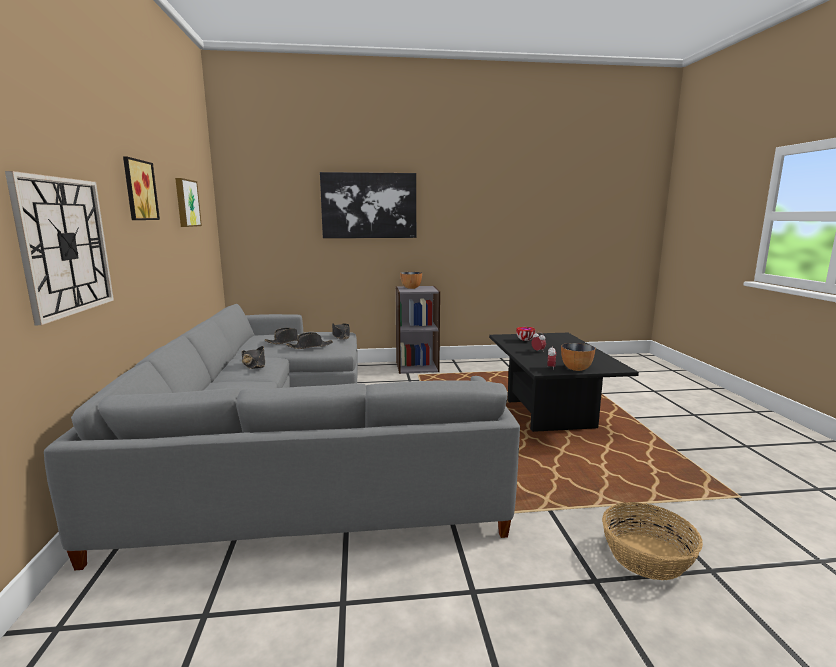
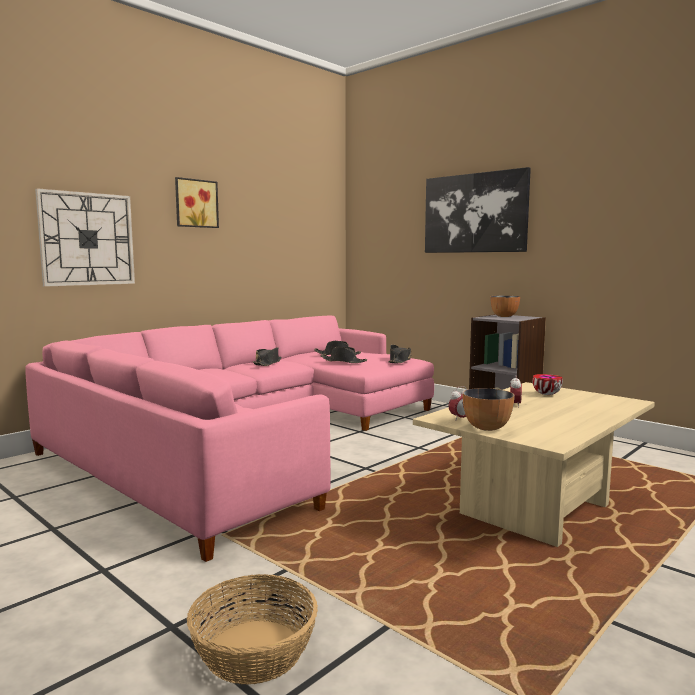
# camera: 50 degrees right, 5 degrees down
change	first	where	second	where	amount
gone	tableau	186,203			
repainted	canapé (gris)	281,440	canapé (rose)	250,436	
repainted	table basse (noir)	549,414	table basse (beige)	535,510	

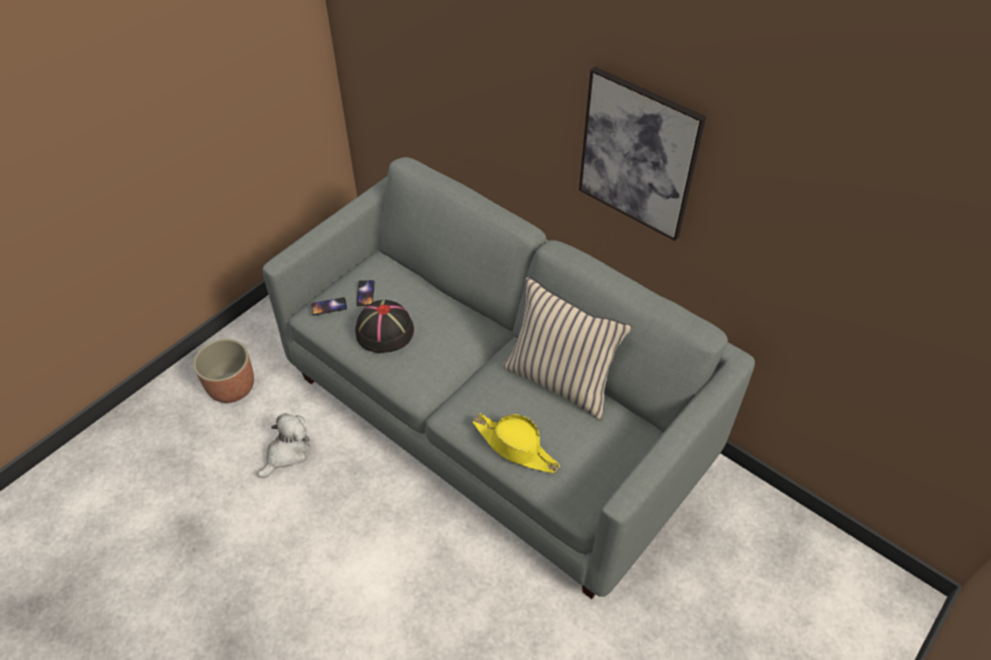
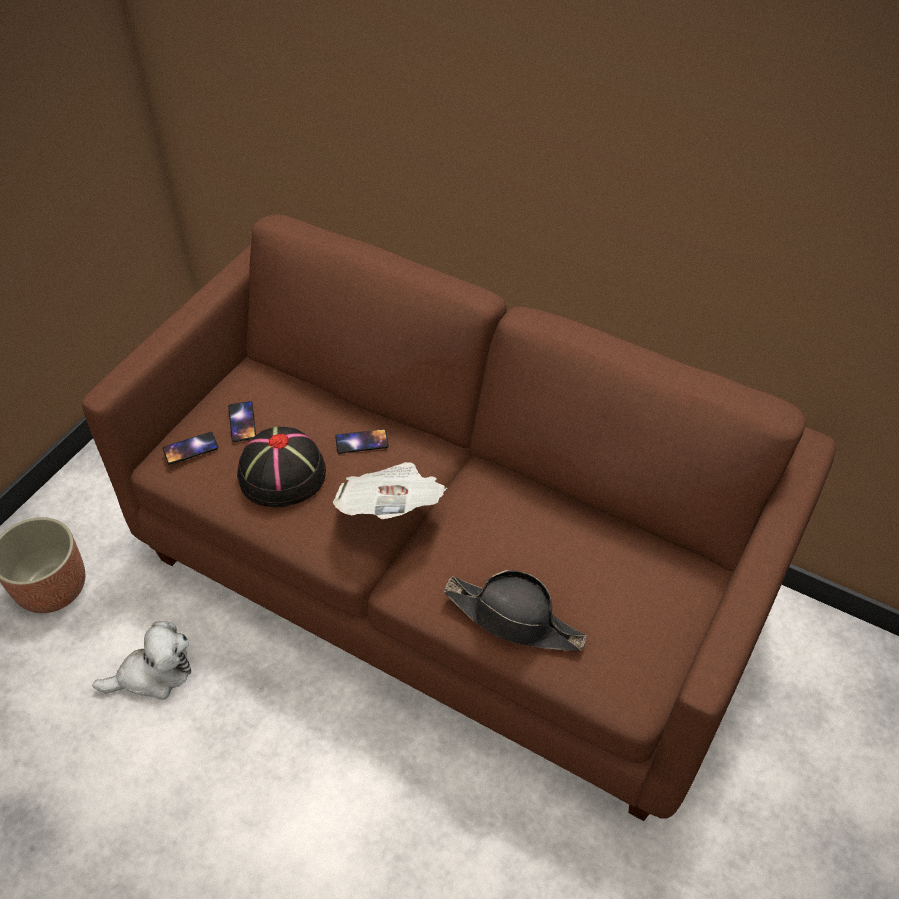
# camera: 10 degrees left, 0 degrees up
change	first	where	second	where	amount
gone	coussin (beige)	560,381			
gone	tableau	638,155			
new			journal	392,508	
new			téléphone	361,441	
repainted	canapé (gris)	497,418	canapé (marron)	451,575	
repainted	chapeau (jaune)	516,447	chapeau (noir)	514,619	
rotated	peluche	287,453		153,674	45 degrees clockwise

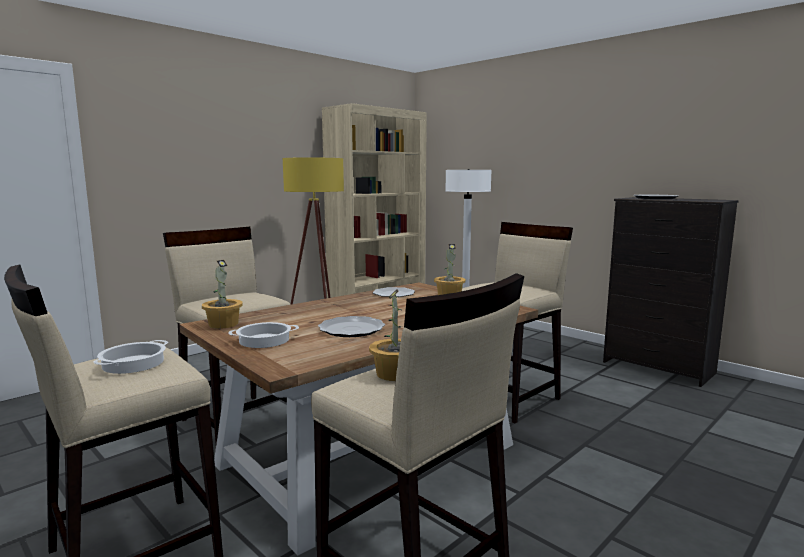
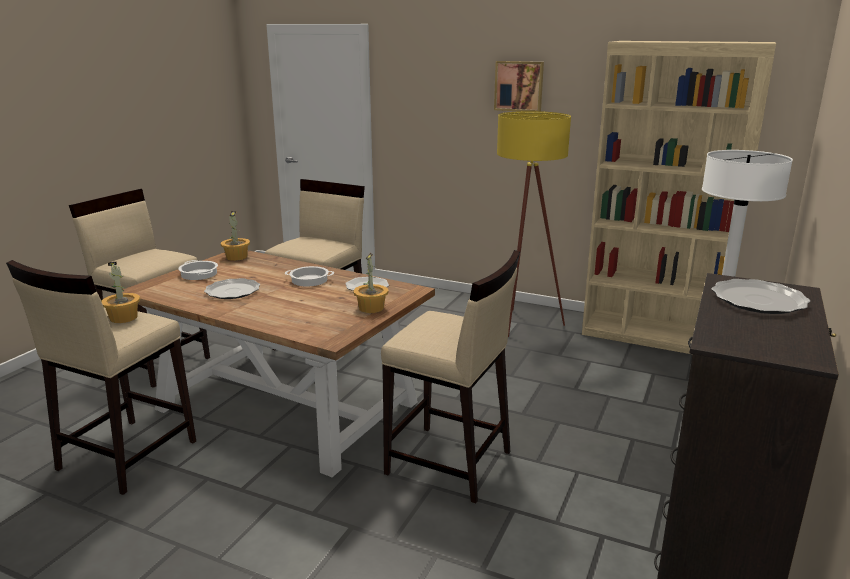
# camera: 70 degrees right, 10 degrees up
change	first	where	second	where	amount
new			tableau	519,86	
shifted	marmite	133,364		309,280	

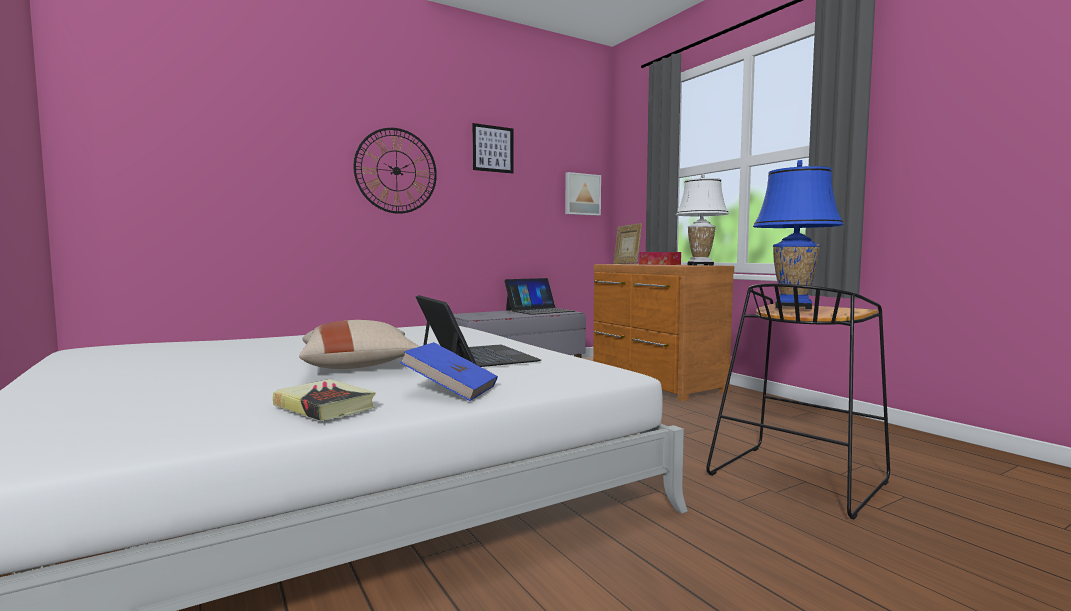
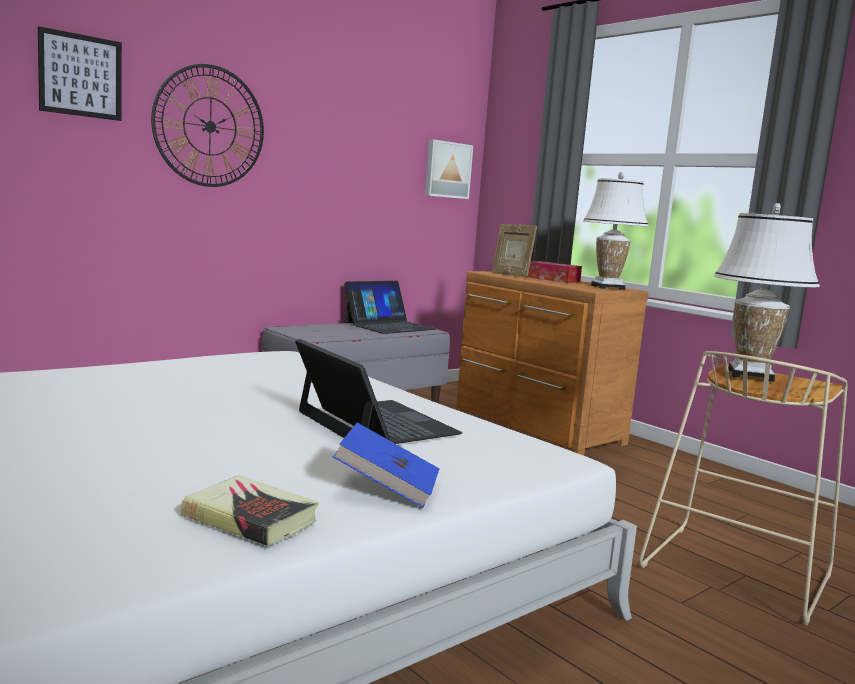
# camera: 10 degrees left, 5 degrees up
change	first	where	second	where	amount
gone	coussin (beige)	359,365			
shifted	tableau	493,149		80,75	
repainted	tabouret (noir)	796,477	tabouret (beige)	735,569	
repainted	lampe de table (bleu)	793,307	lampe de table (blanc)	750,375	

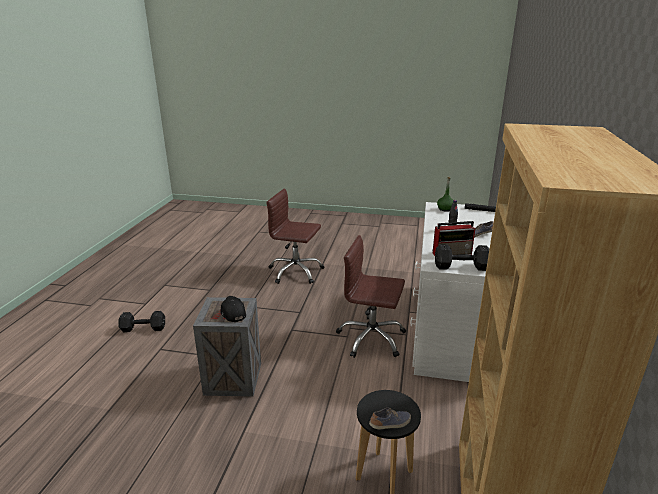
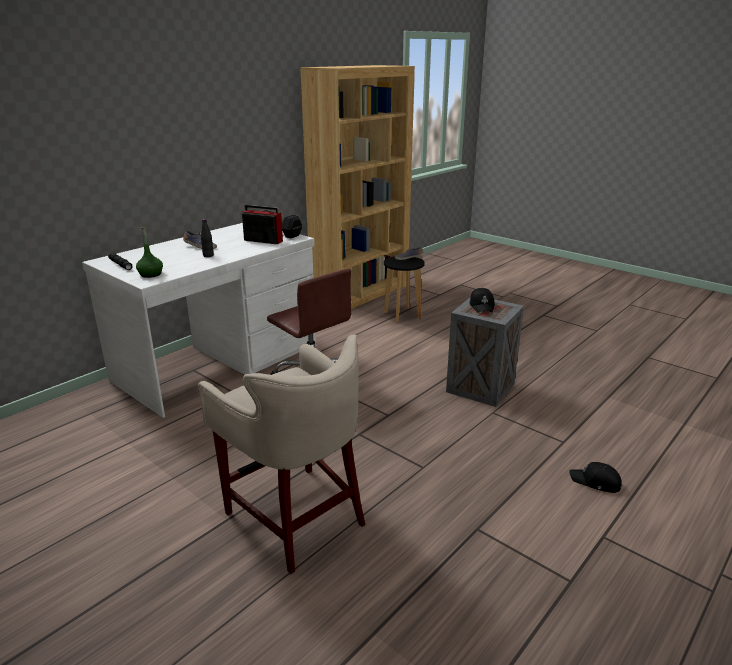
# camera: 150 degrees left, 0 degrees up
change	first	where	second	where	amount
swapped	haltère (noir)	142,328	casquette (noir)	595,482	
swapped	chaise de bureau (marron)	295,272	tabouret (beige)	296,516	

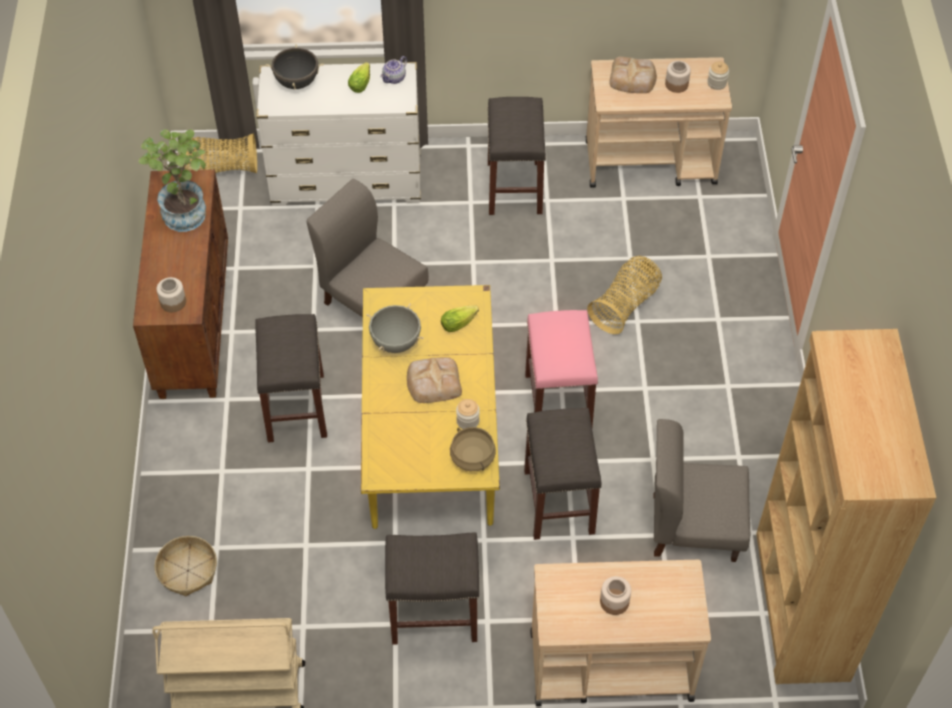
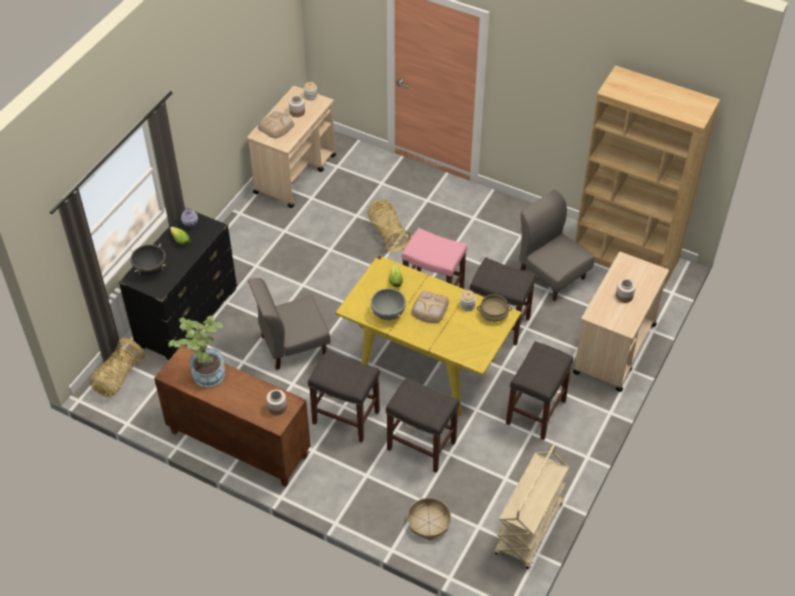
# camera: 60 degrees left, 5 degrees down
change	first	where	second	where	amount
shifted	tabouret (gris)	514,187		420,445	
repainted	commode (blanc)	347,181	commode (noir)	187,317	
rotated	chaise (gris)	693,526		551,275	105 degrees clockwise

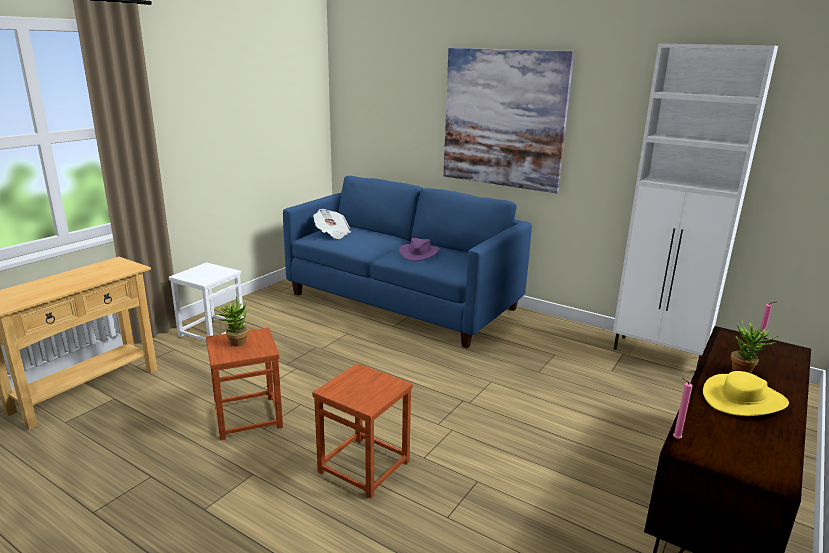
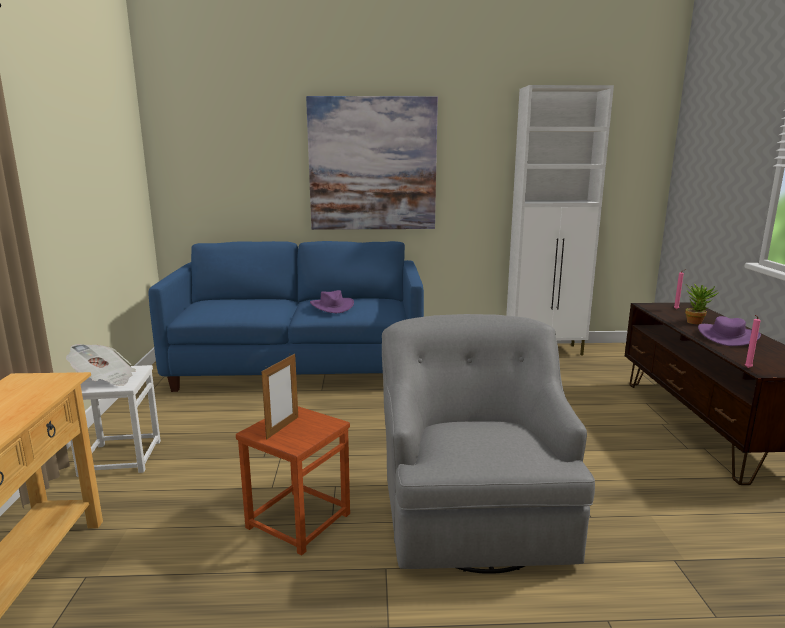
# camera: 35 degrees left, 5 degrees down
change	first	where	second	where	amount
shifted	journal	332,233		104,379	
swapped	plante en pot	235,342	cadre photo	282,427	
swapped	tabouret (marron)	364,466	fauteuil (gris)	474,511	
repainted	chapeau (jaune)	744,399	chapeau (violet)	727,336	

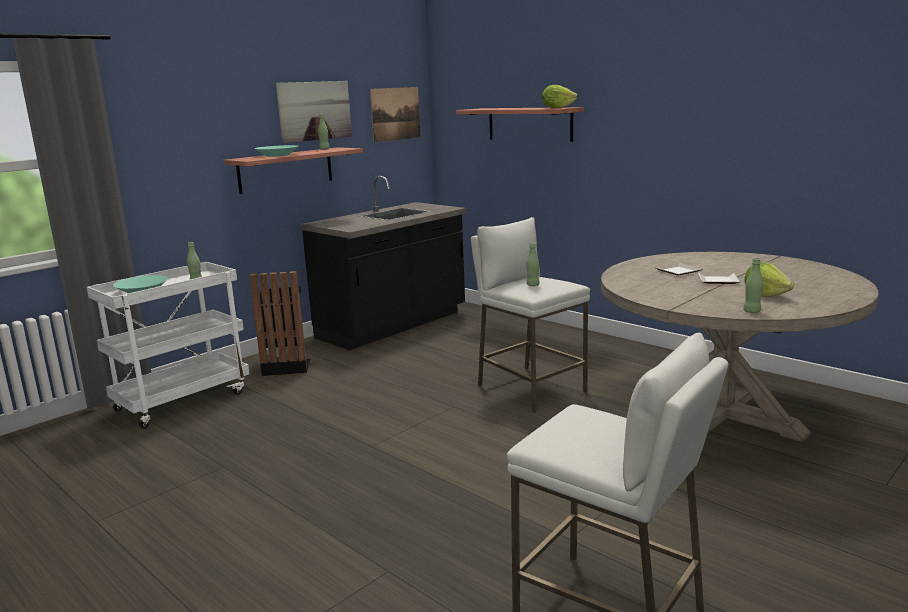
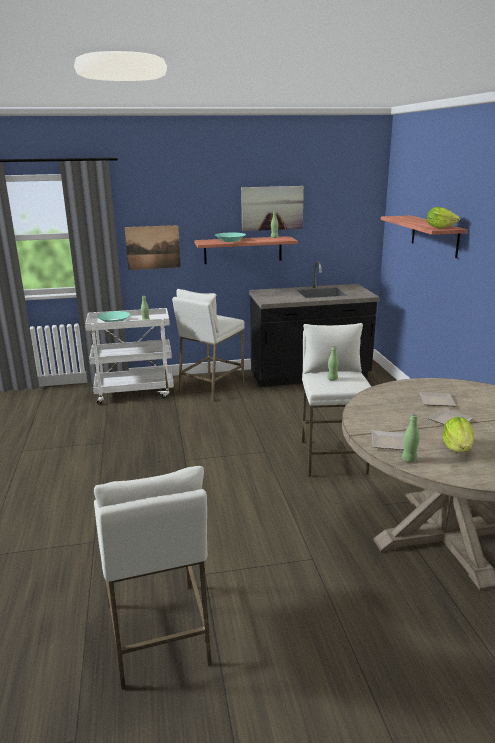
# camera: 35 degrees right, 5 degrees up
change	first	where	second	where	amount
new			assiette	388,443	
shifted	tableau	395,114		153,247	
swapped	poubelle (noir)	286,366	tabouret (blanc)	211,387	

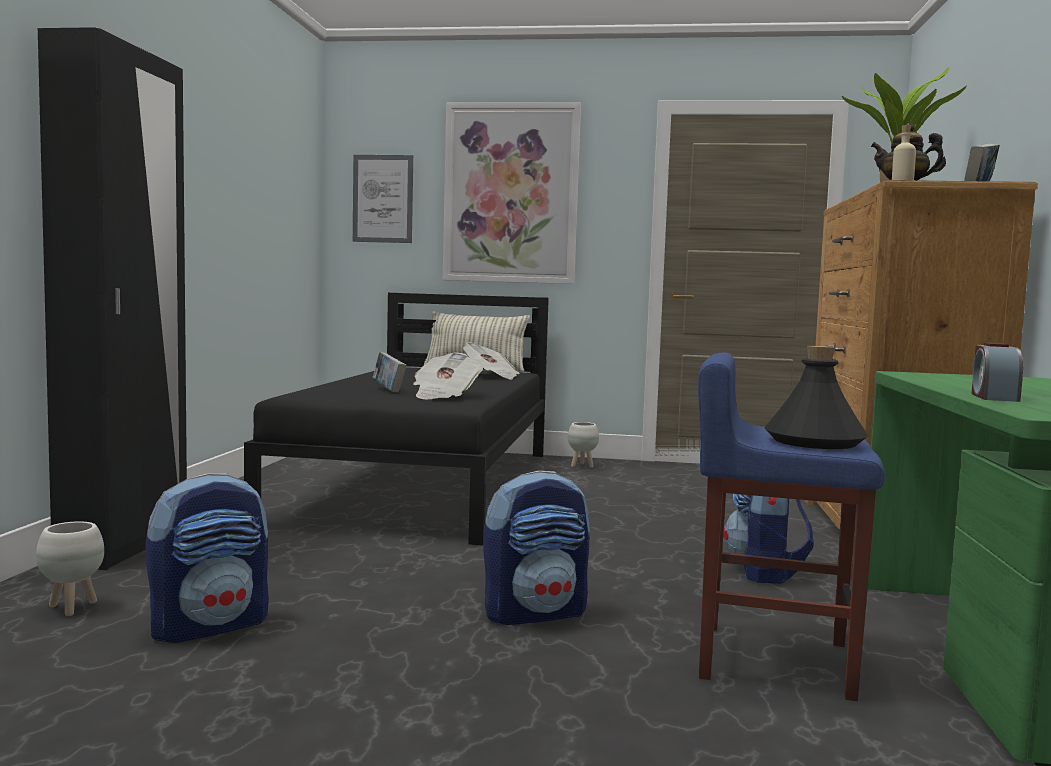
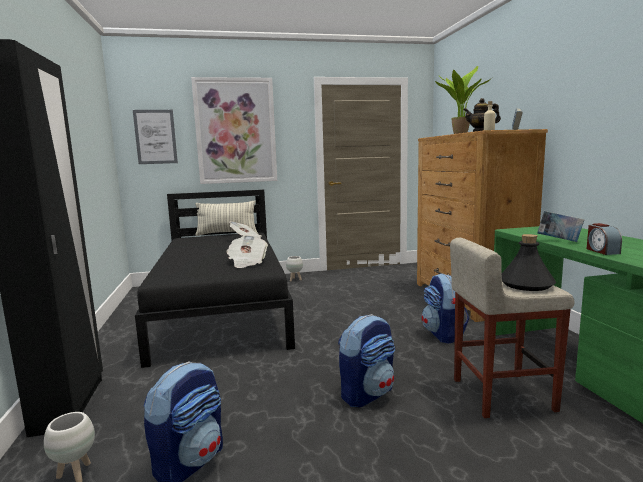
# camera: 20 degrees left, 5 degrees up
change	first	where	second	where	amount
shifted	livre	388,390		559,241	
repainted	tabouret (bleu)	771,659	tabouret (beige)	501,394	

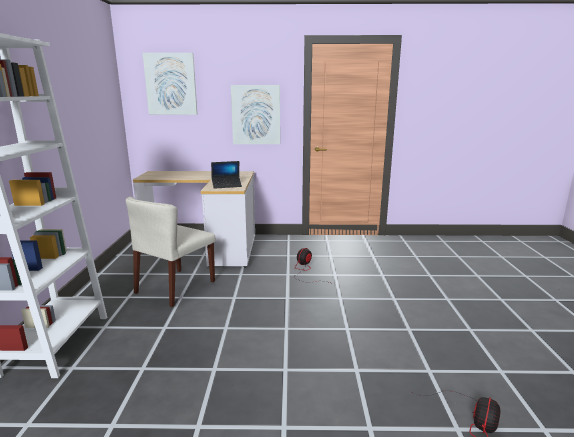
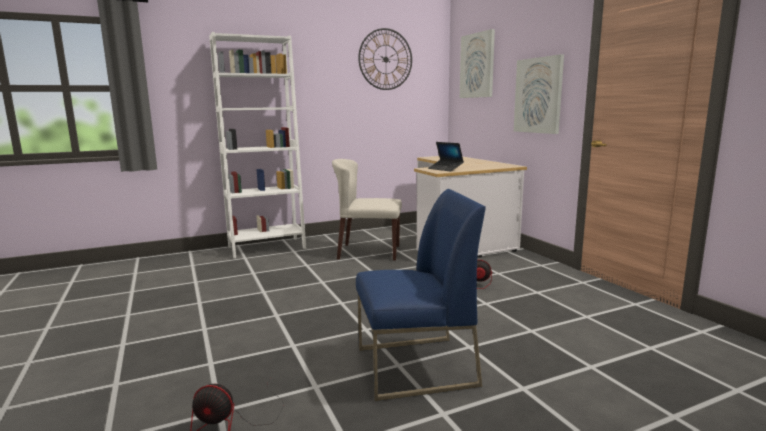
# camera: 65 degrees right, 5 degrees down
change	first	where	second	where	amount
new			chaise (bleu)	415,367	
new			horloge murale	385,59	

